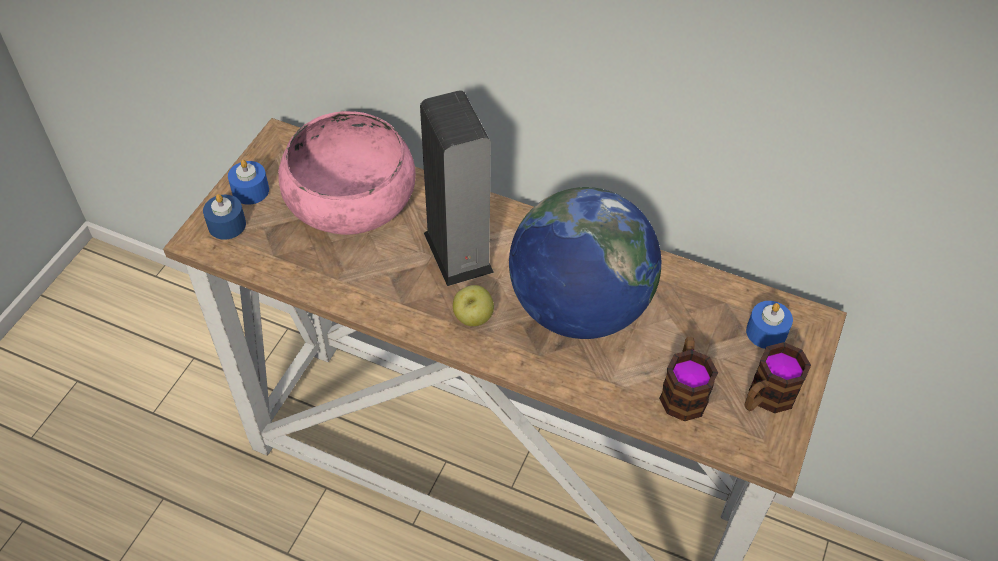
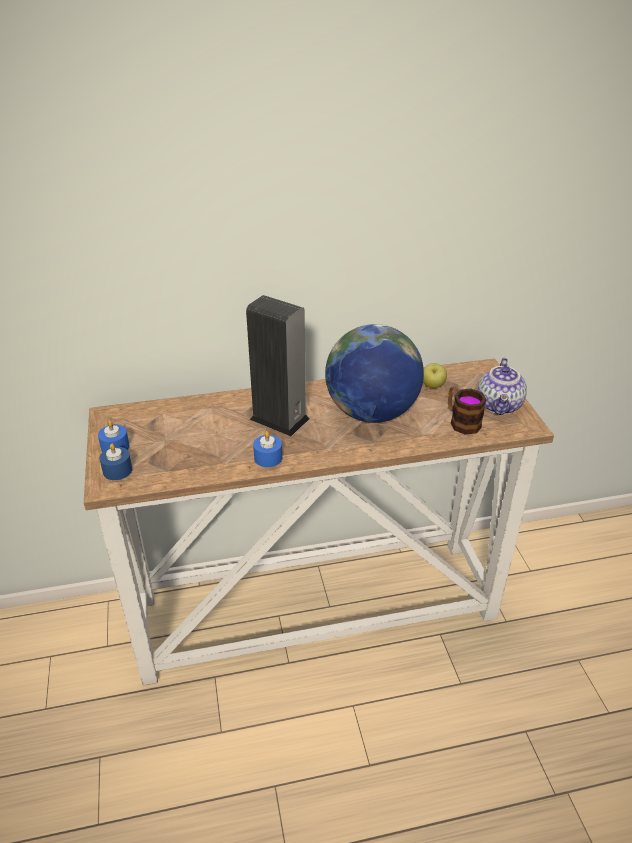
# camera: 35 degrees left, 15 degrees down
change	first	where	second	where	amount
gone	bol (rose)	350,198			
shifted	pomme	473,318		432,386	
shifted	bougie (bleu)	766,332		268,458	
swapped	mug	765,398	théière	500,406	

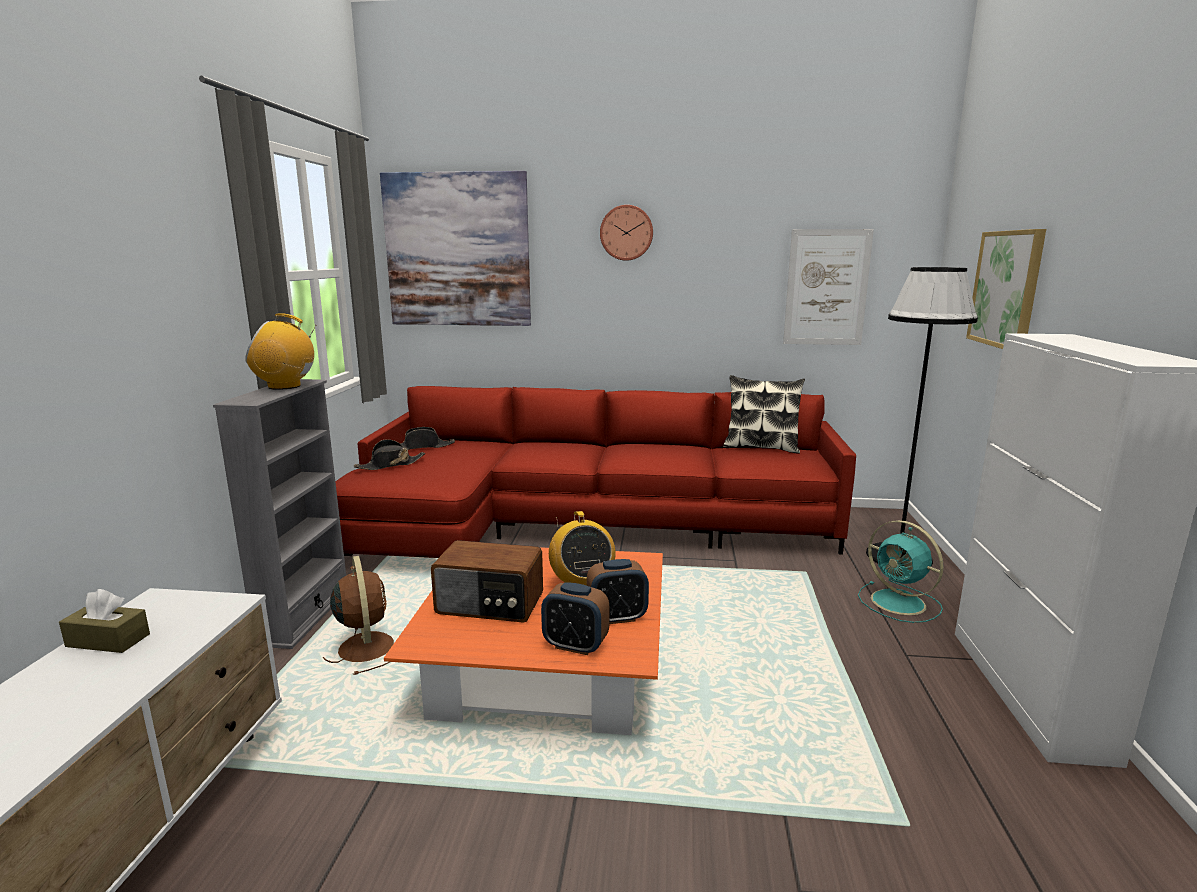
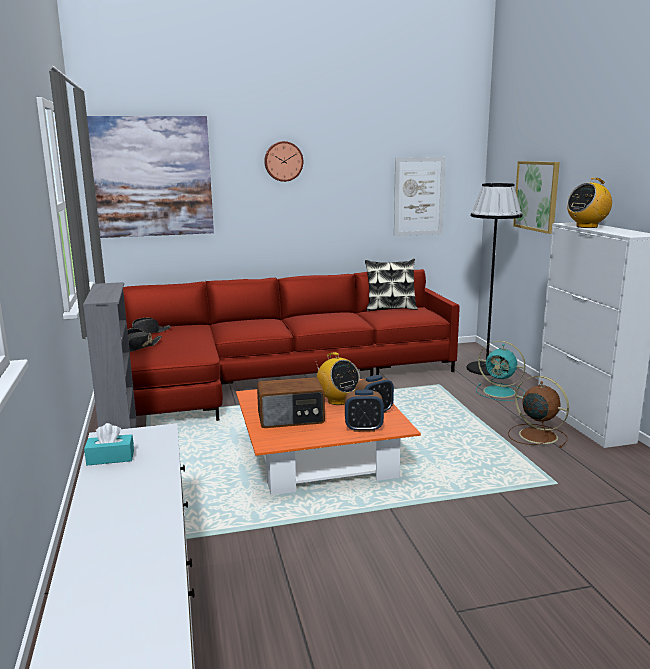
# camera: 20 degrees left, 0 degrees up
change	first	where	second	where	amount
shifted	radio	285,386		587,226	
shifted	ventilateur (marron)	366,646		536,435	
repainted	boîte à mouchoirs (marron)	108,640	boîte à mouchoirs (turquoise)	110,458	

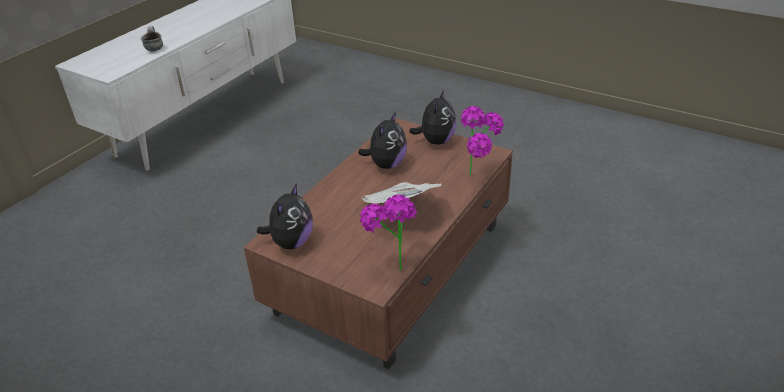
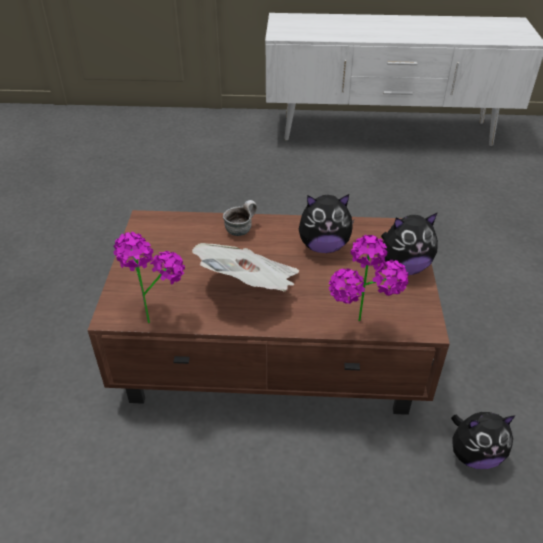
# camera: 60 degrees right, 5 degrees up
change	first	where	second	where	amount
shifted	mug	154,48		241,229	
shifted	peluche	291,242		474,454	

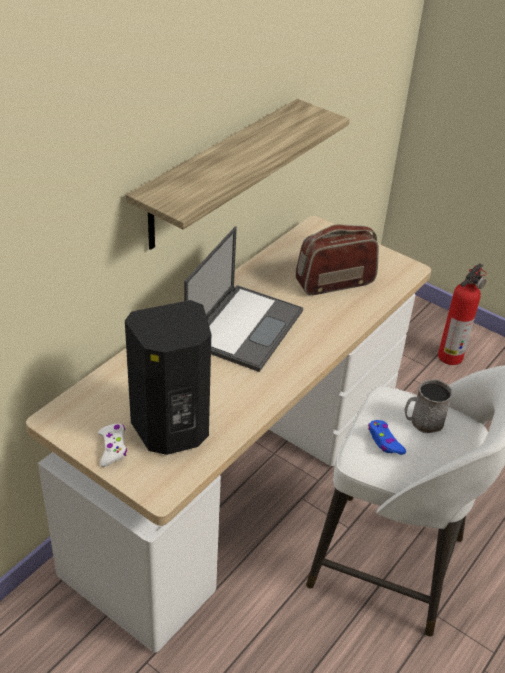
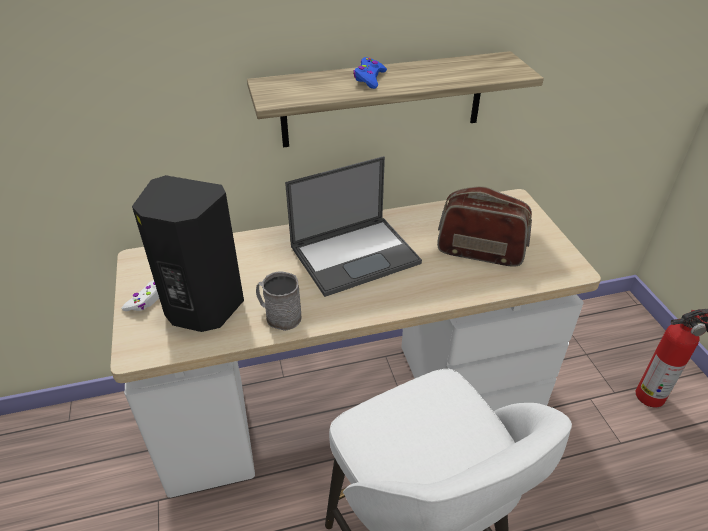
# camera: 40 degrees right, 0 degrees up
change	first	where	second	where	amount
shifted	manette (bleu)	384,441		369,79	
shifted	mug (gris)	422,422		279,316	

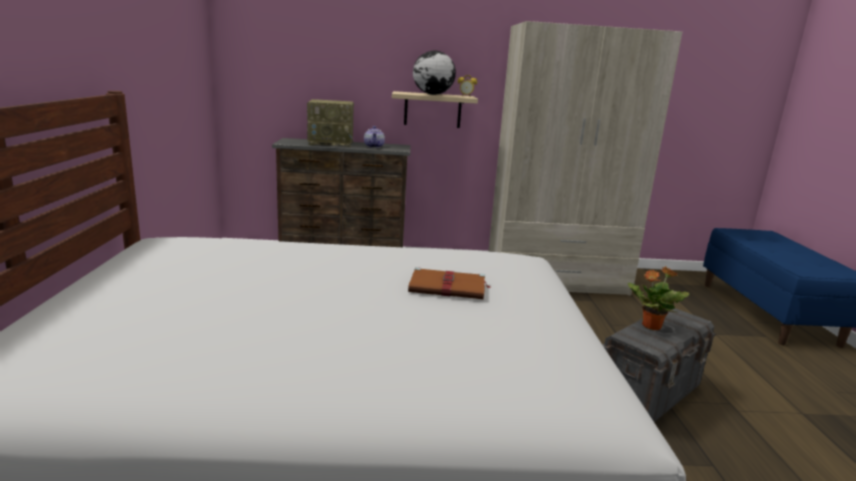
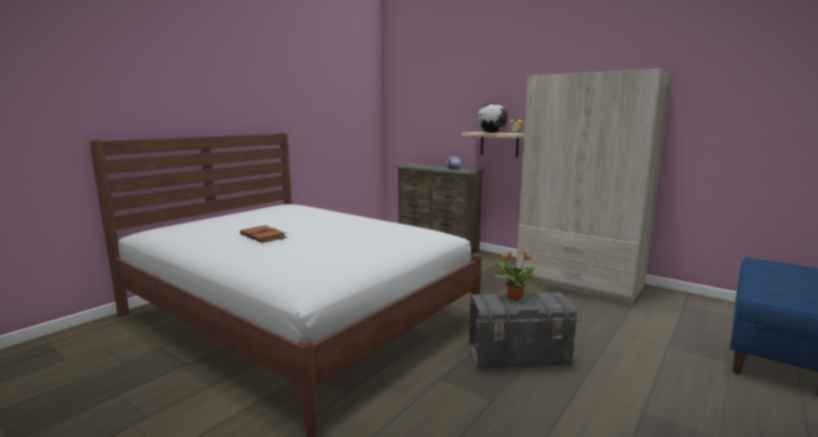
# camera: 40 degrees right, 5 degrees down
change	first	where	second	where	amount
gone	radio	332,143			
shifted	livre (marron)	449,287		264,236	

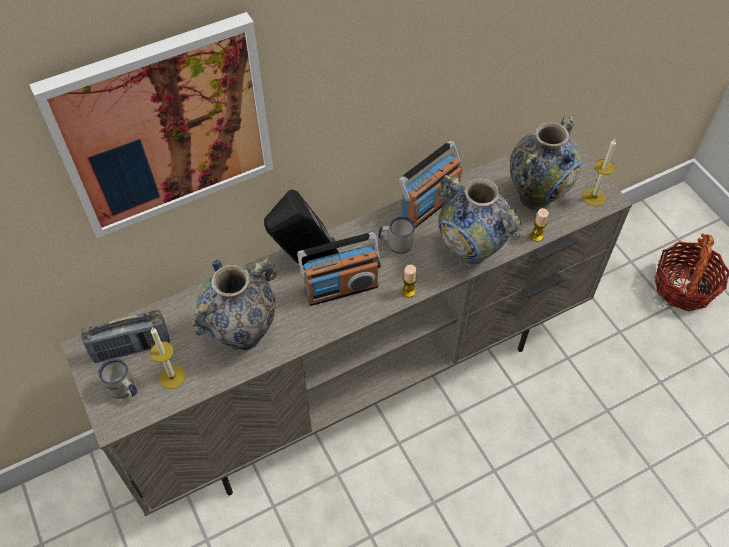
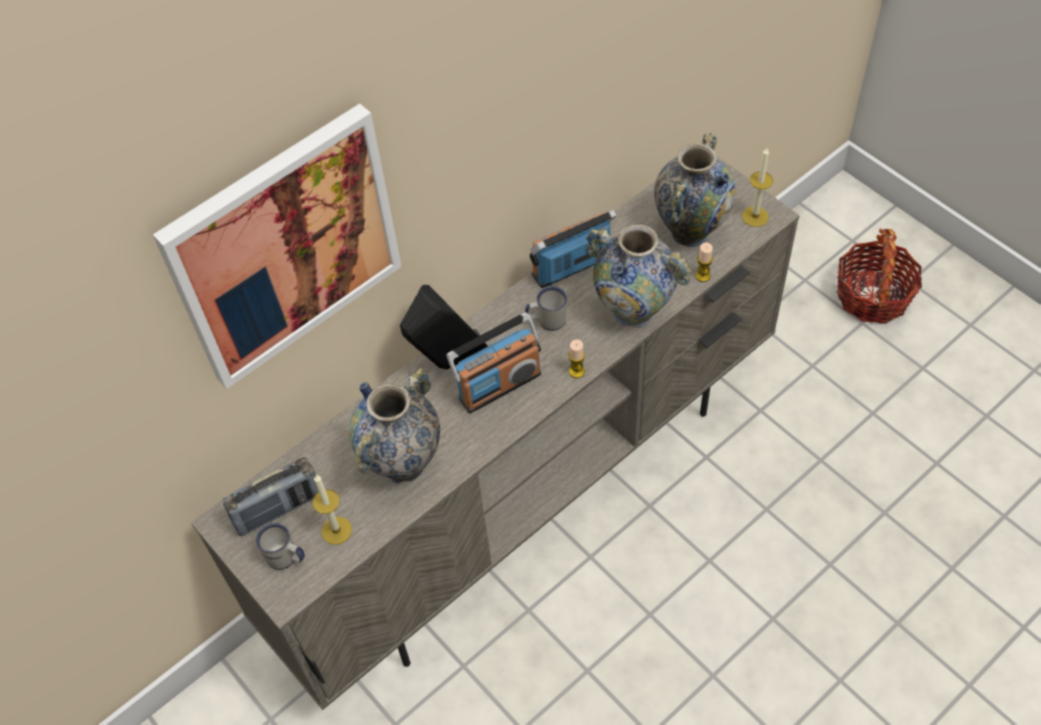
# camera: 10 degrees left, 0 degrees up
change	first	where	second	where	amount
rotated	radio	429,205		572,267	150 degrees counterclockwise

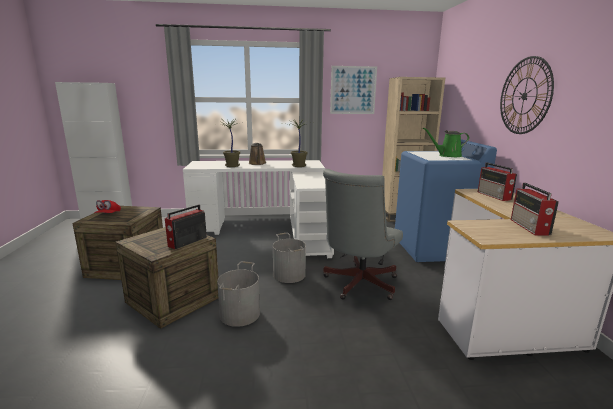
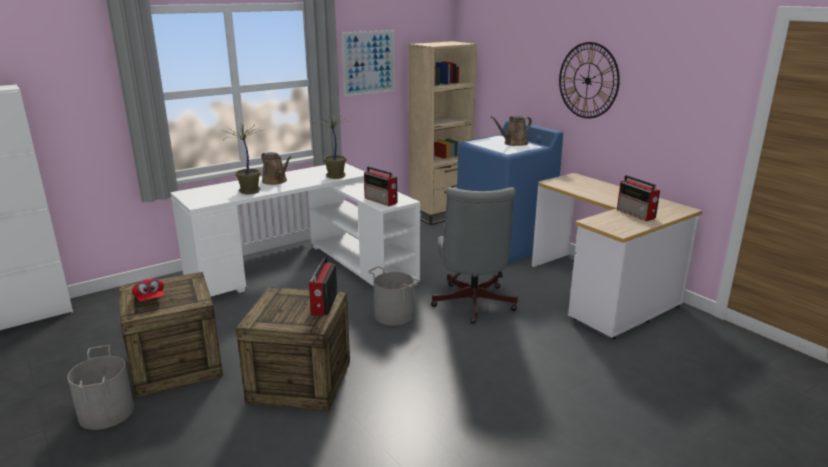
# camera: 30 degrees left, 5 degrees up
change	first	where	second	where	amount
shifted	seau (gris)	240,314		107,412	
shifted	radio	494,196		381,201	
repainted	arrosoir (vert)	447,156	arrosoir (marron)	513,143	

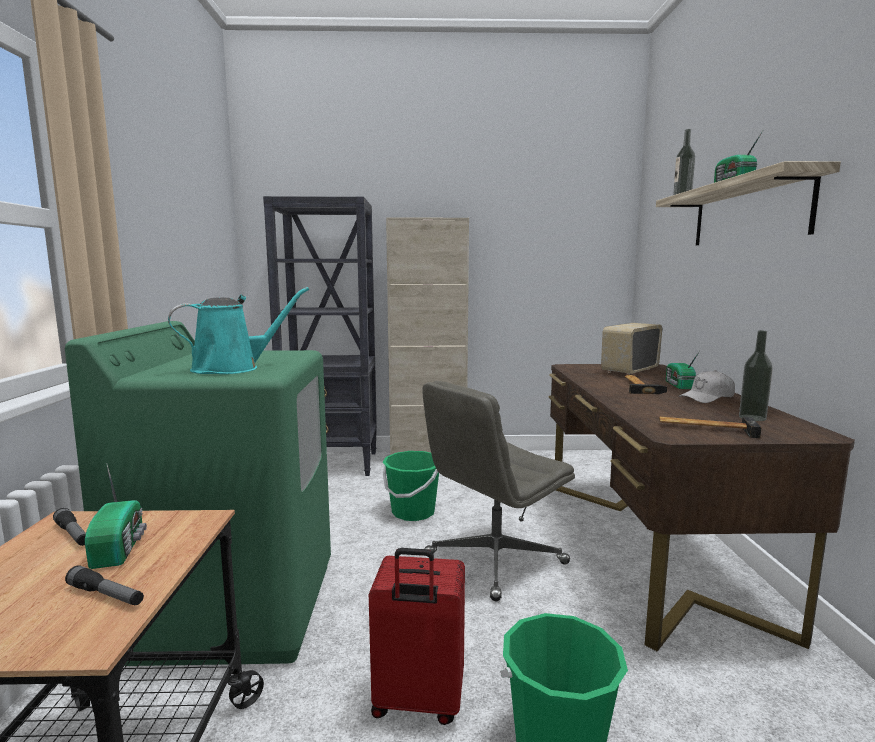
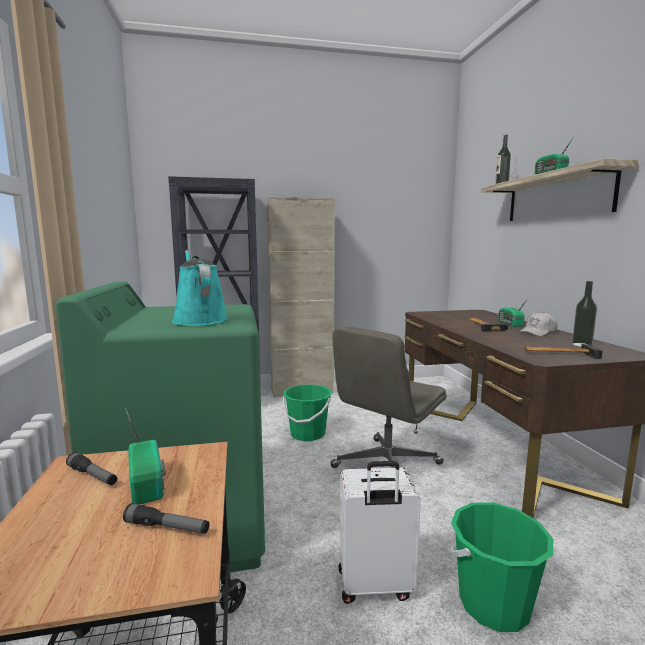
# camera: 10 degrees left, 0 degrees up
change	first	where	second	where	amount
gone	radio	629,371			
repainted	valise (rouge)	417,702	valise (blanc)	374,586	
rotated	arrosoir (turquoise)	232,368		199,320	75 degrees counterclockwise

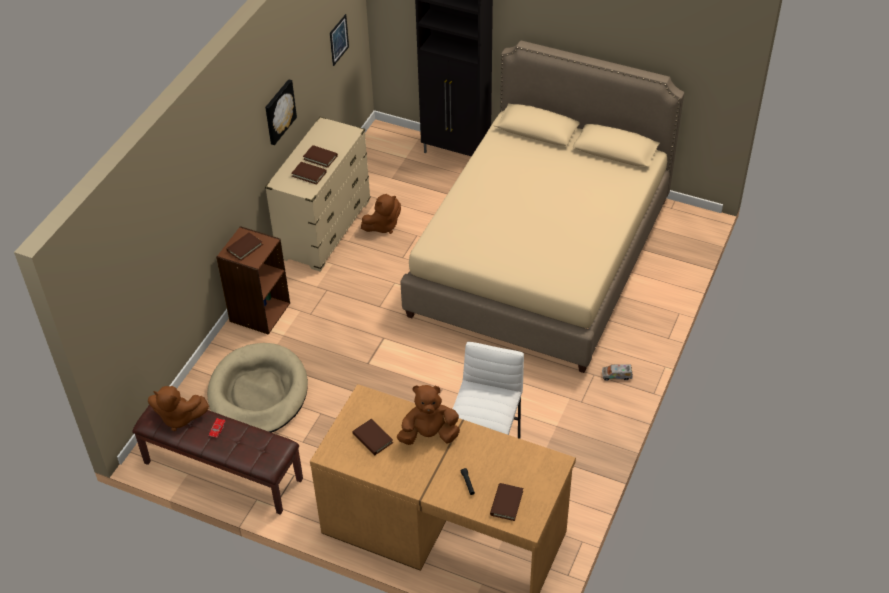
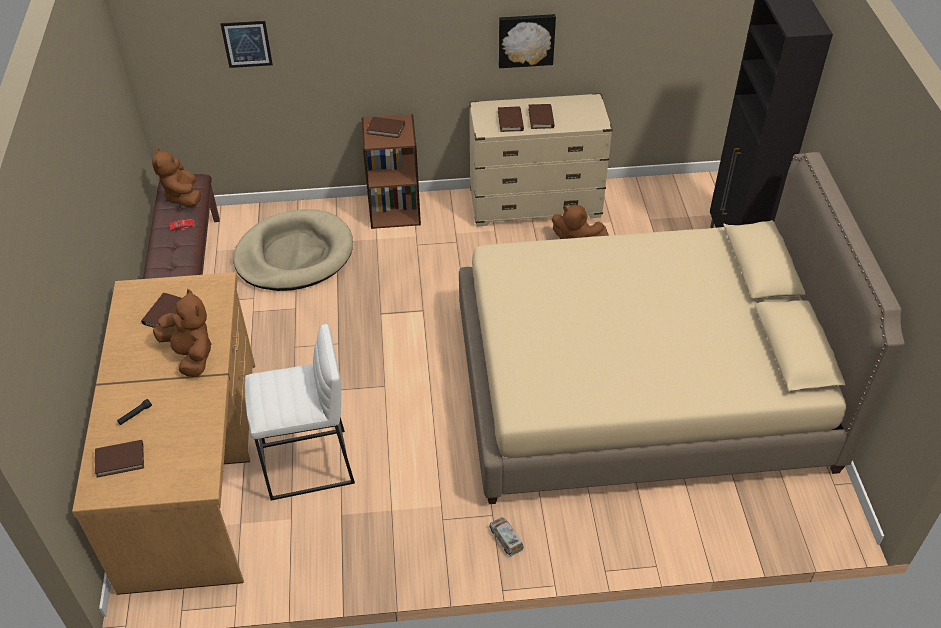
# camera: 60 degrees right, 0 degrees up
change	first	where	second	where	amount
shifted	tableau	339,40		247,44	

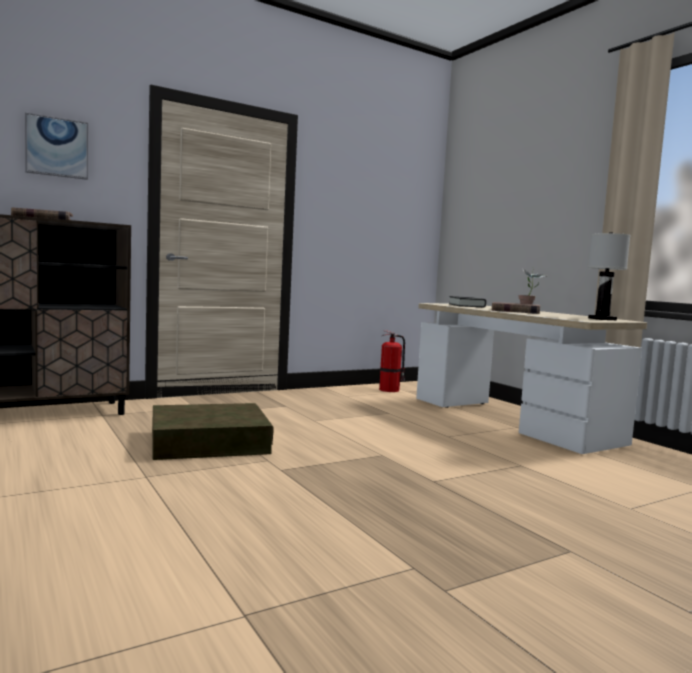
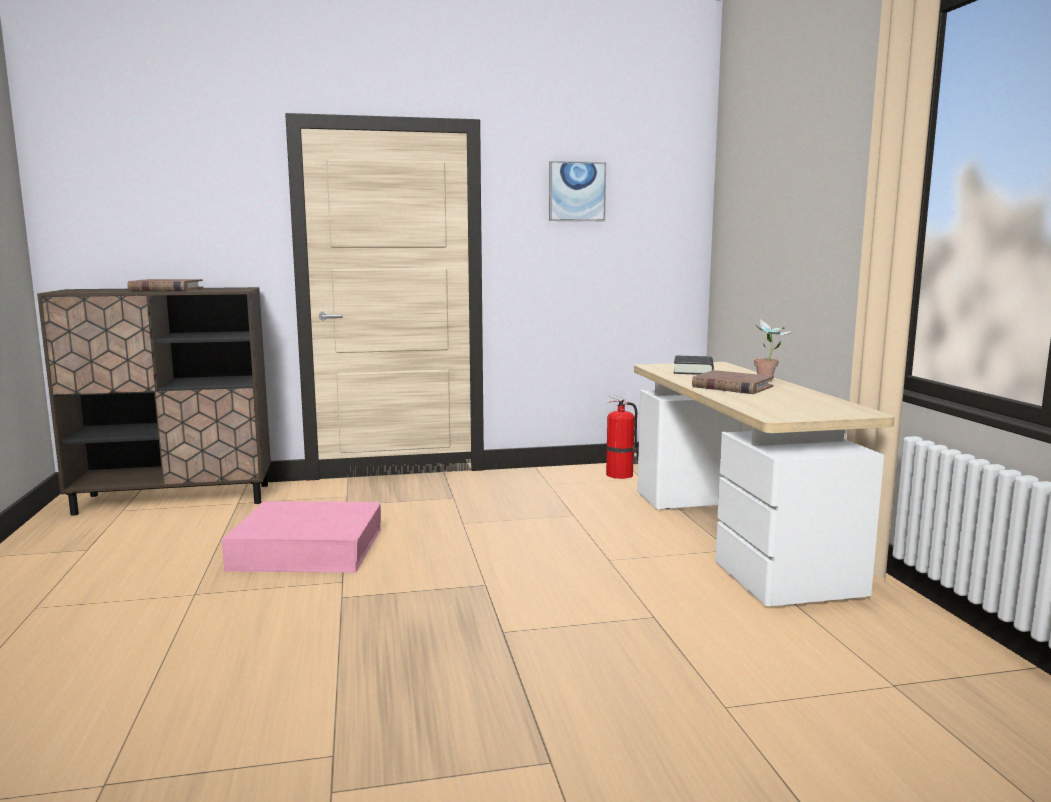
# camera: 20 degrees right, 5 degrees up
change	first	where	second	where	amount
gone	lampe de table (blanc)	602,319			
shifted	tableau	57,147		577,191	
repainted	boîte de rangement (marron)	209,442	boîte de rangement (rose)	307,549	

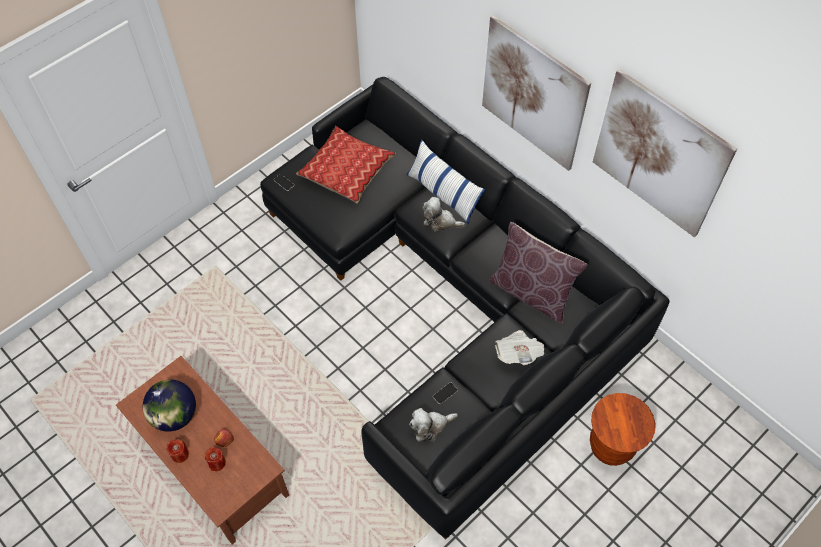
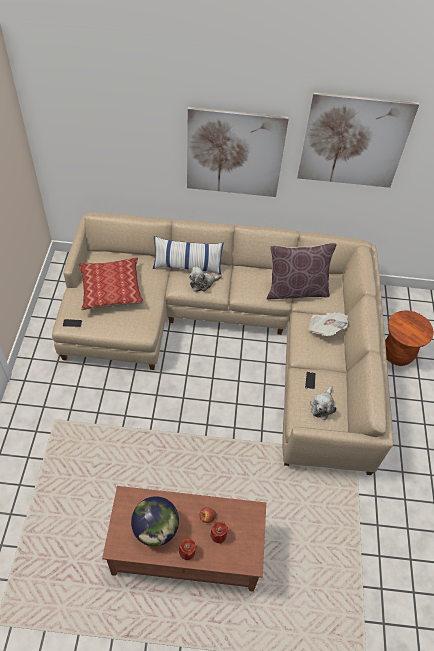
# camera: 45 degrees left, 5 degrees down
change	first	where	second	where	amount
repainted	canapé (noir)	454,297	canapé (beige)	234,332	

